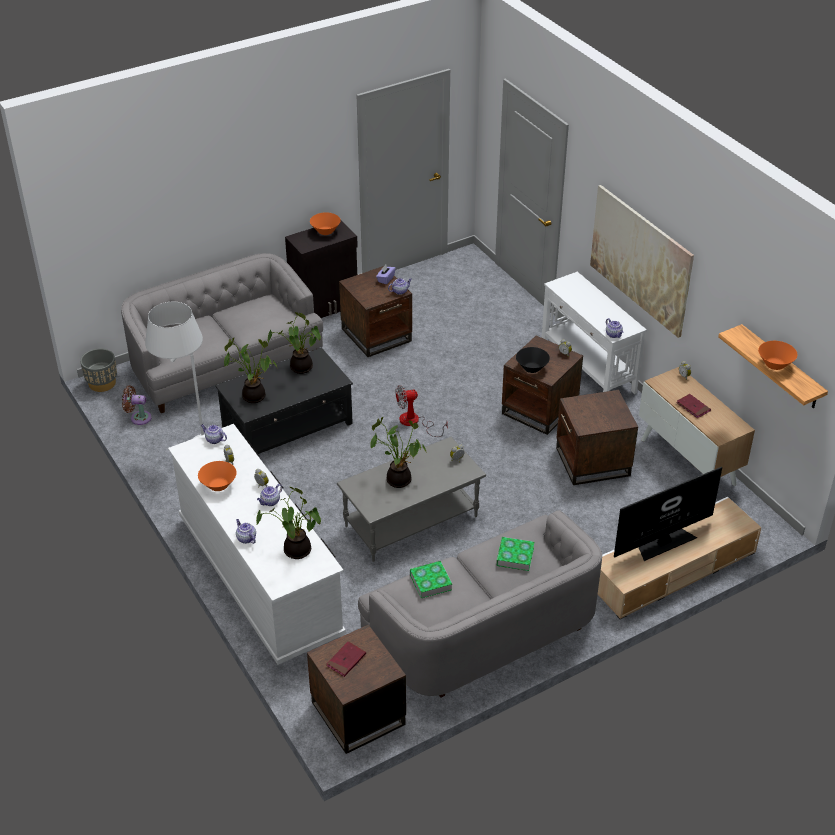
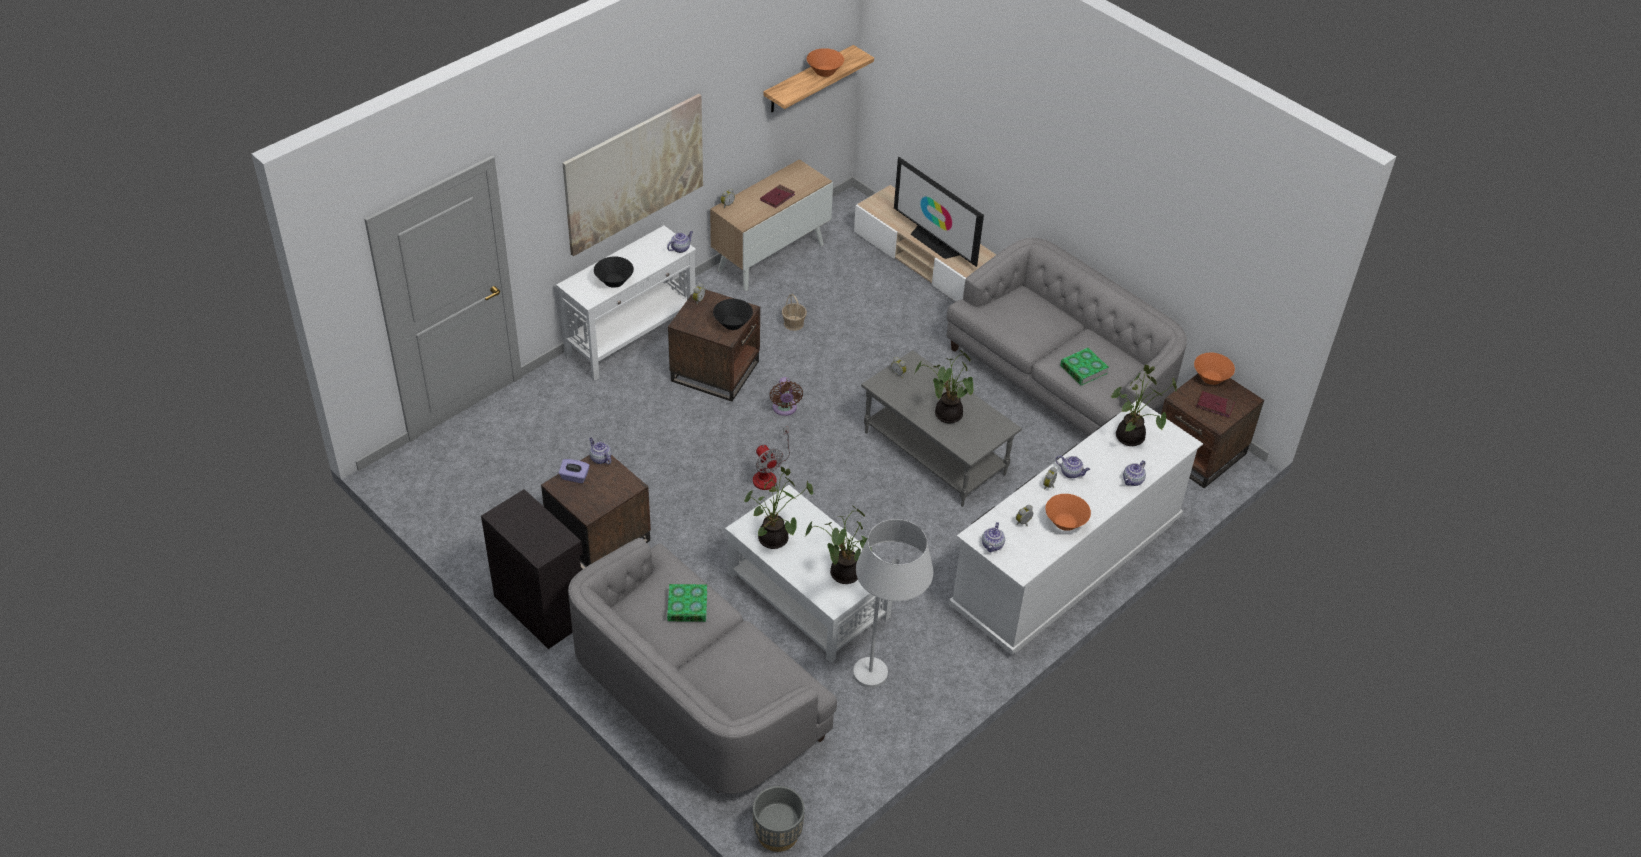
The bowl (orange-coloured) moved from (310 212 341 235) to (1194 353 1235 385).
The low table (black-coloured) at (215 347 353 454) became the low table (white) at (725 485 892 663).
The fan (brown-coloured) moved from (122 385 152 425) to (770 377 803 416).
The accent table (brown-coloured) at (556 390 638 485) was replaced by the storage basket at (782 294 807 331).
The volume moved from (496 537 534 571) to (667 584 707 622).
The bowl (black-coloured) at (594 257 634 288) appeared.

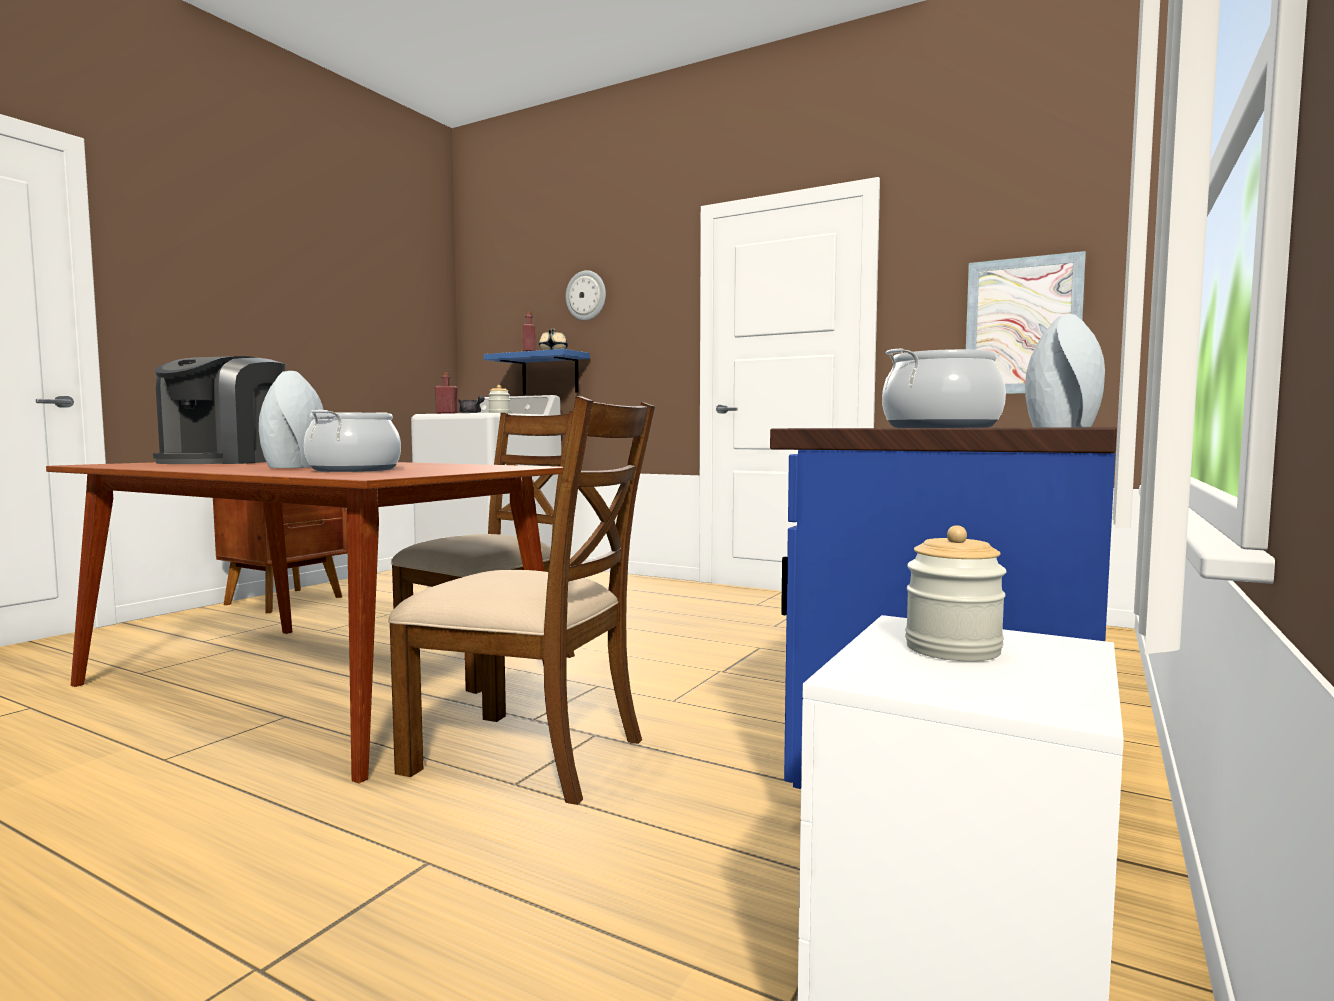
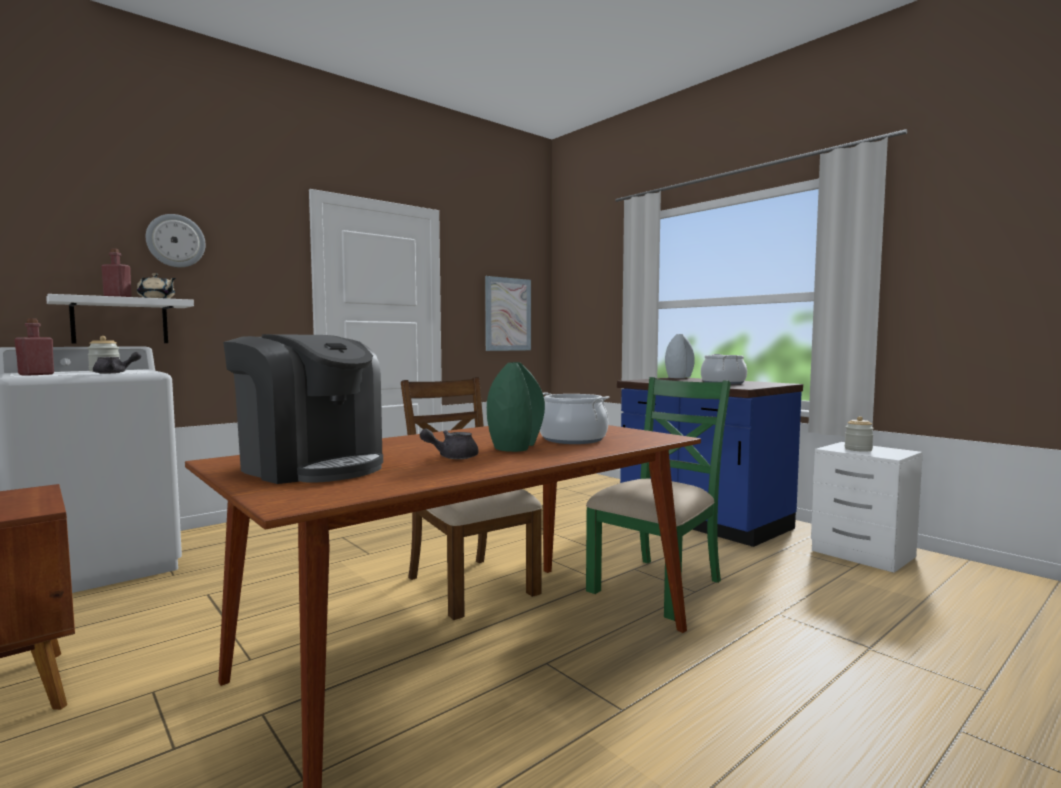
The bracket shelf (bluish) at (484 349 590 394) became the bracket shelf (white) at (46 294 194 343).
The flower vase (grey) at (259 371 323 468) became the flower vase (greenish) at (487 362 545 452).
The plain chair (brown-coloured) at (388 396 655 805) became the plain chair (greenish) at (586 377 731 621).
The tea pot (grey) at (420 429 478 459) appeared.

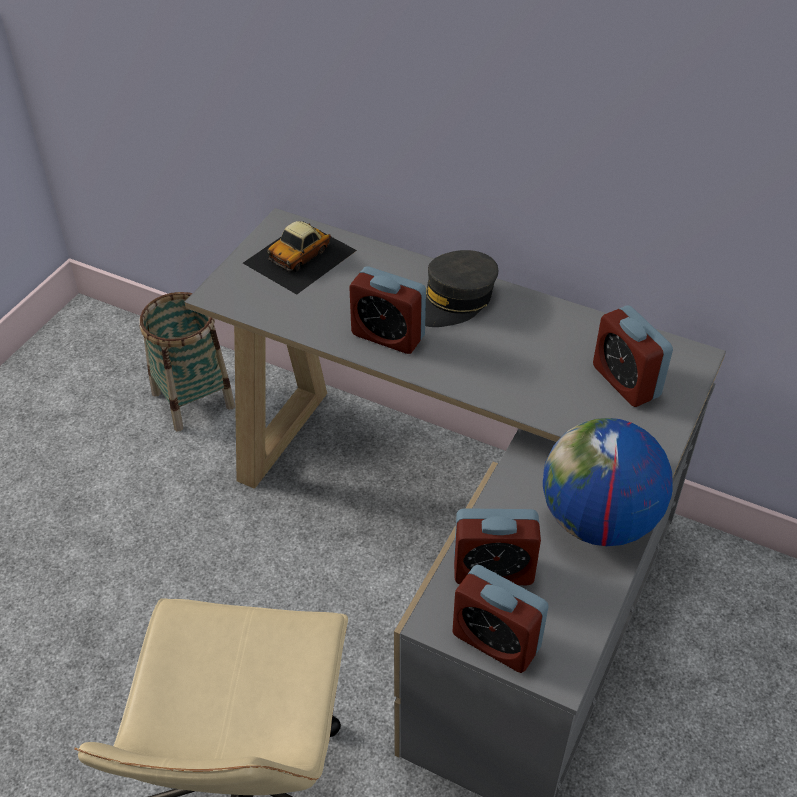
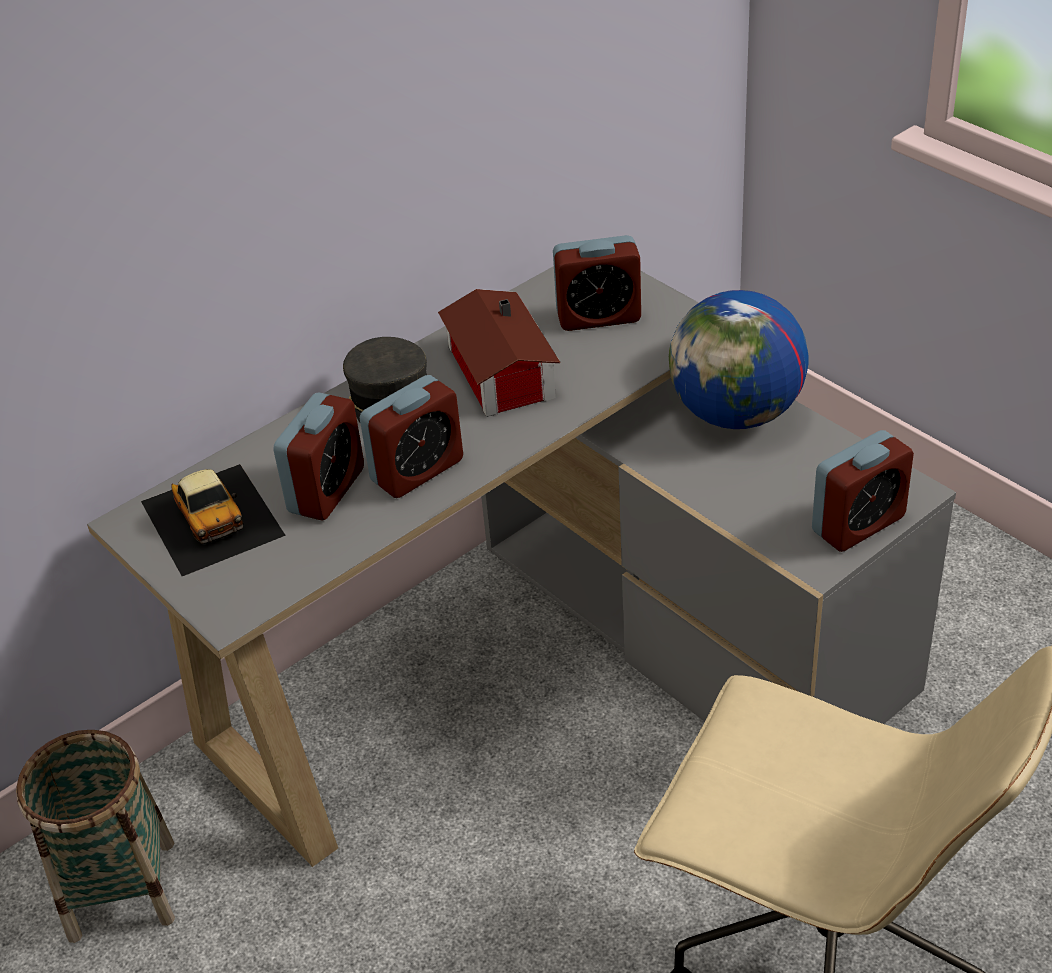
The table clock moved from (454 508 541 585) to (273 392 364 521).
The miniature house at (438 289 560 417) appeared.

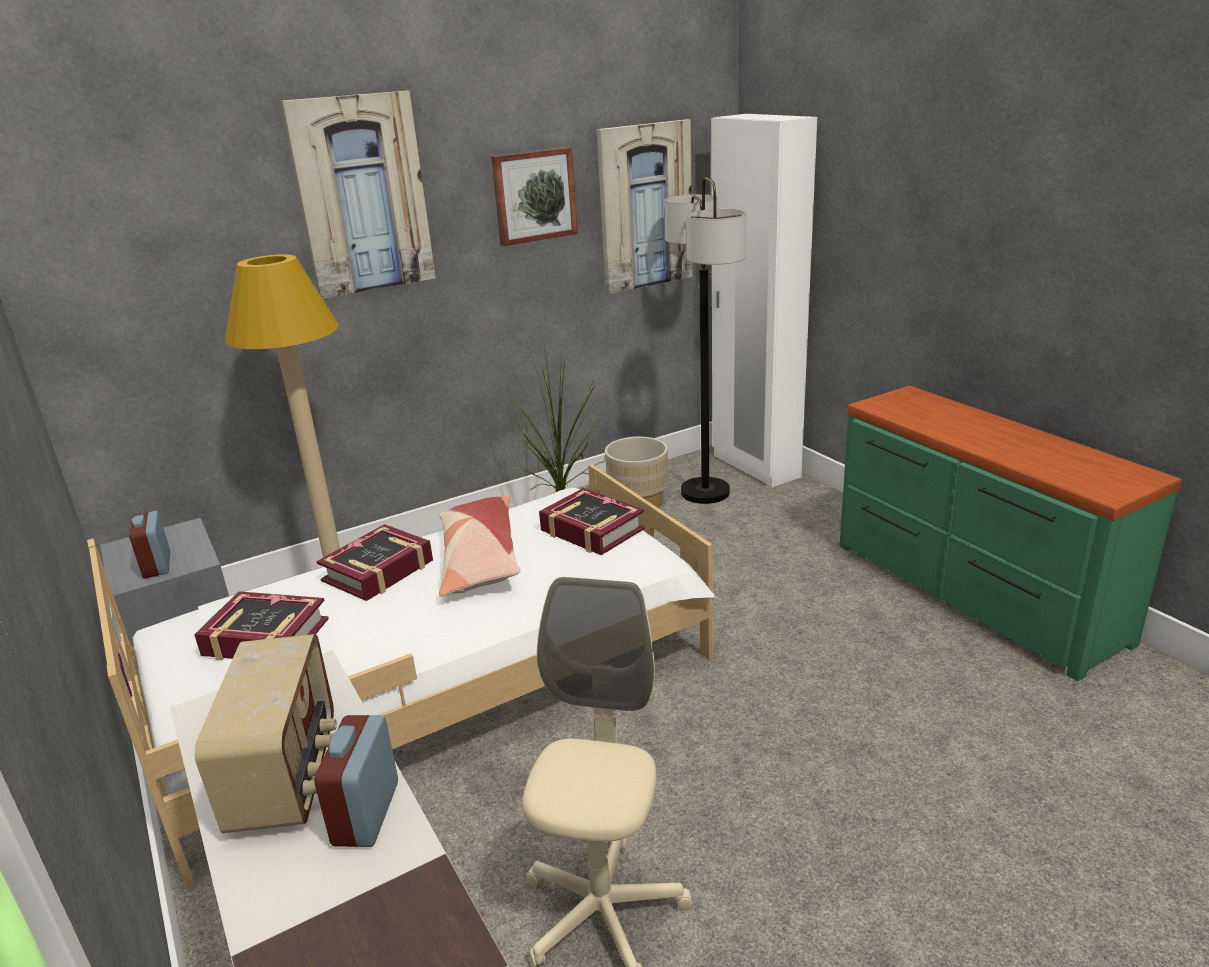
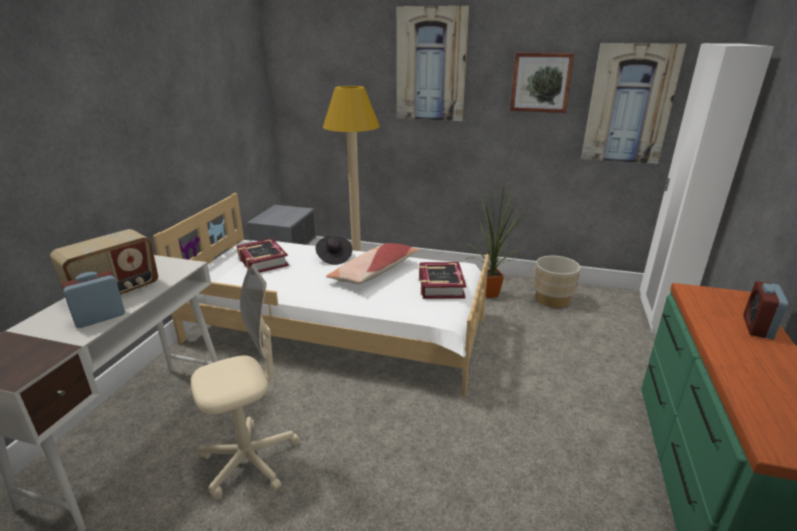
The floor lamp at (664 177 746 504) disappeared.
The table clock moved from (129 511 170 578) to (743 281 788 339).
The volume at (316 524 433 601) was replaced by the clothing hat (black-coloured) at (316 236 352 265).

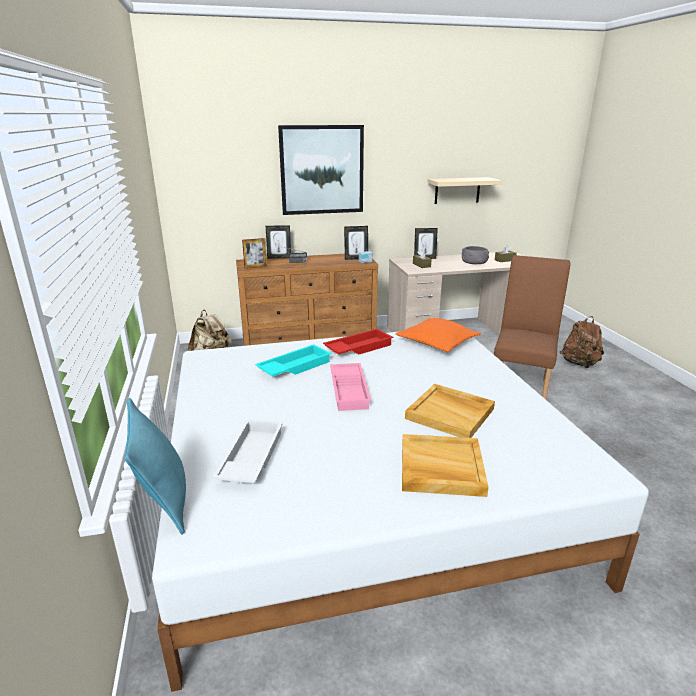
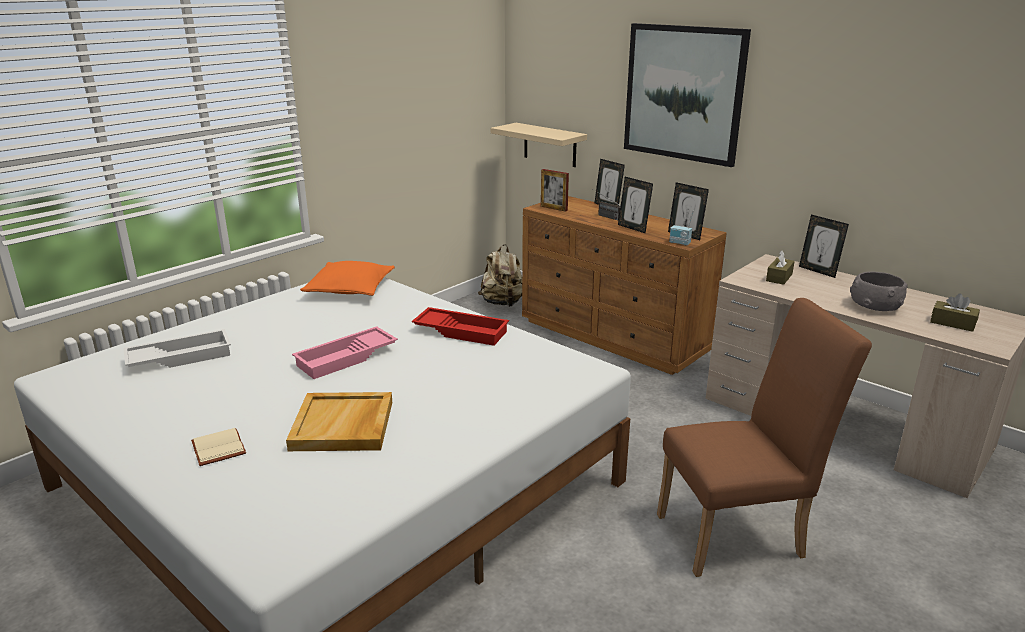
The bracket shelf (sand-coloured) moved from (427 177 502 204) to (491 123 587 167).
The knapsack (brown-coloured) at (560 316 604 368) disappeared.
The throw pillow (orange-coloured) moved from (395 318 481 352) to (300 261 395 296).
The serving tray (turquoise) at (255 344 332 376) disappeared.
The throw pillow (turquoise) at (125 398 186 534) disappeared.
The serving tray (sand-coloured) at (402 434 489 497) was replaced by the volume (sand-coloured) at (191 428 246 466).
The picture frame at (618 177 653 233) appeared.

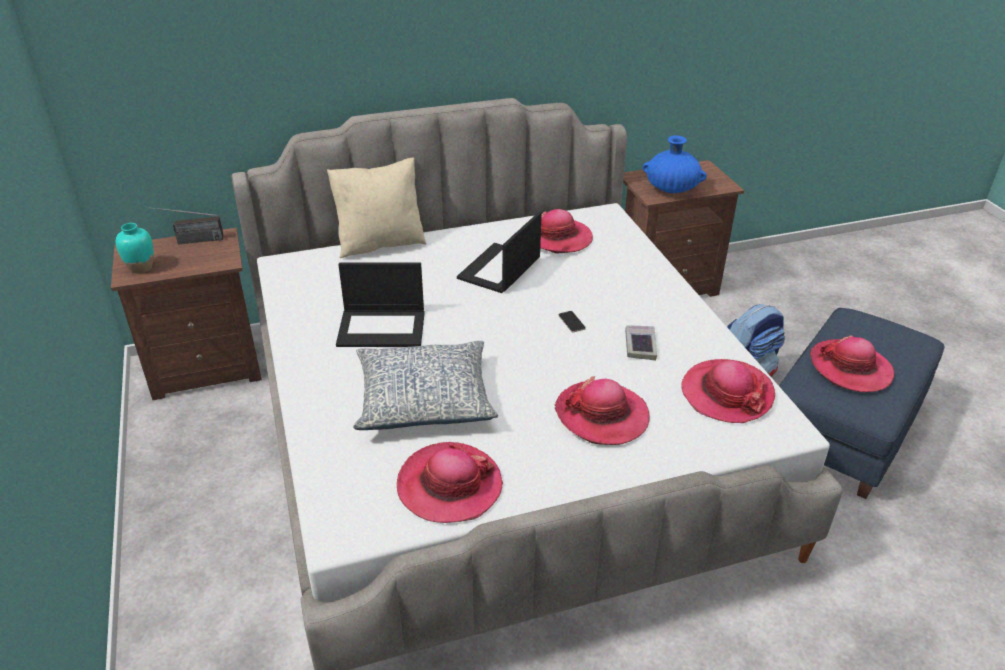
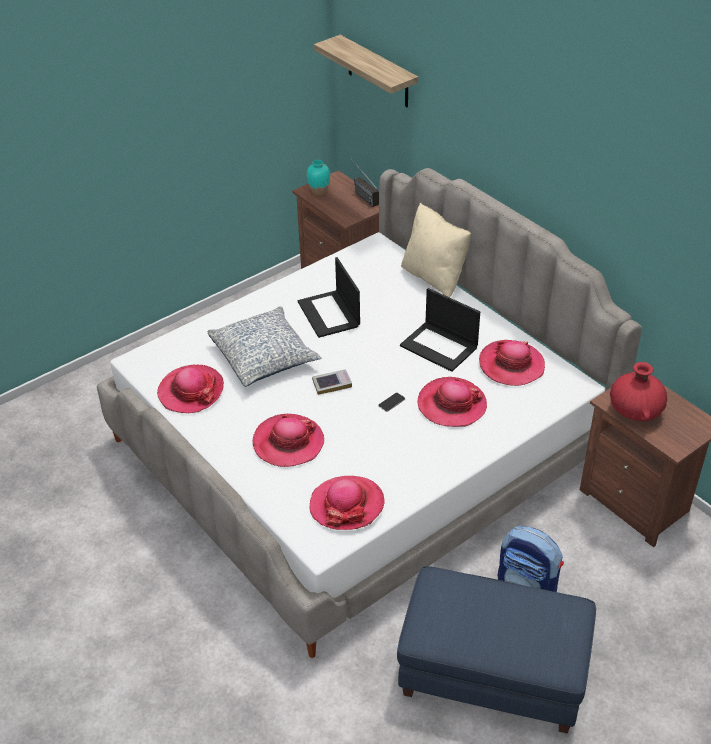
The flower vase (bluish) at (643 135 707 193) became the flower vase (red-coloured) at (610 362 667 421).
The laptop at (457 212 542 293) turned 150 degrees counterclockwise.
The volume moved from (625 325 657 361) to (312 369 352 395).
The clothing hat moved from (810 335 894 392) to (418 377 487 427).
The bracket shelf at (314 35 418 107) appeared.

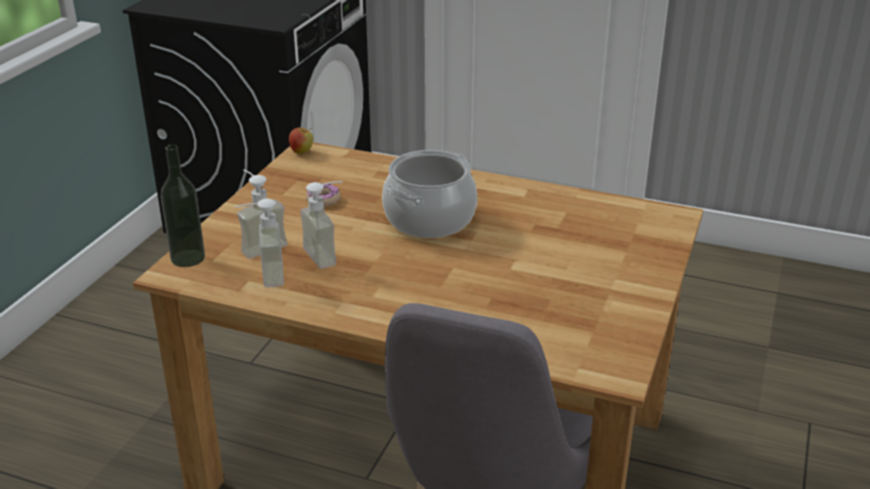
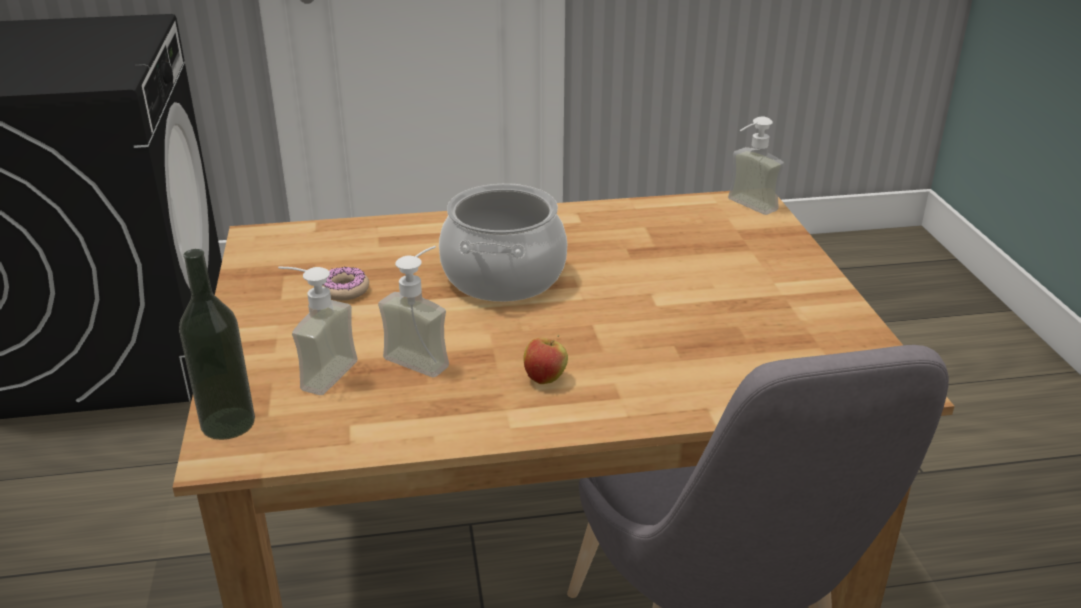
The whole apple moved from (289 127 313 154) to (524 335 568 384).
The soap bottle moved from (235 198 284 288) to (728 117 784 215).

